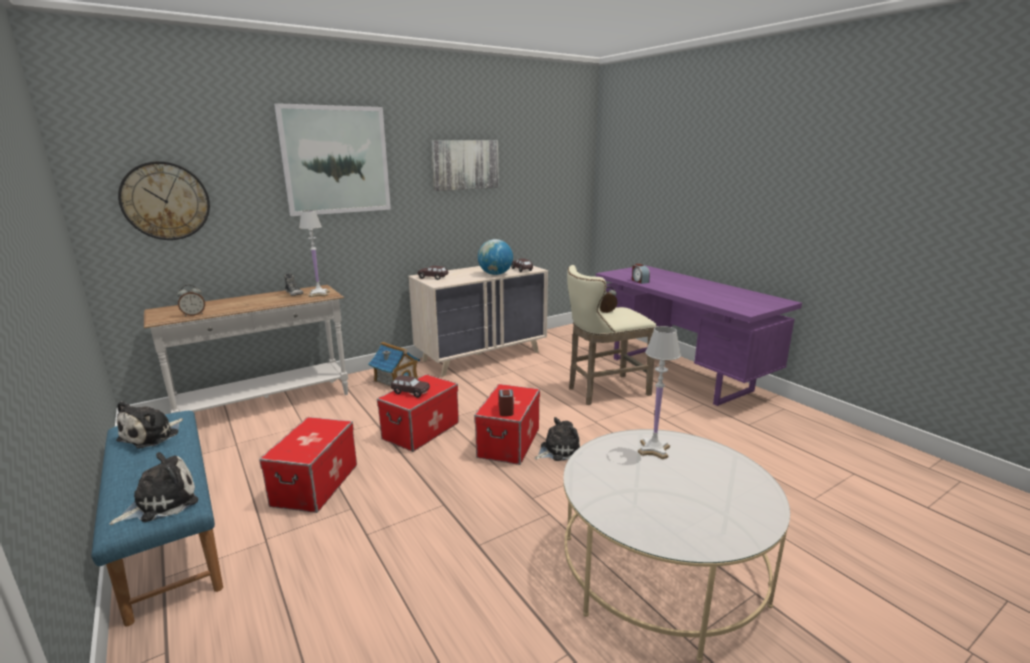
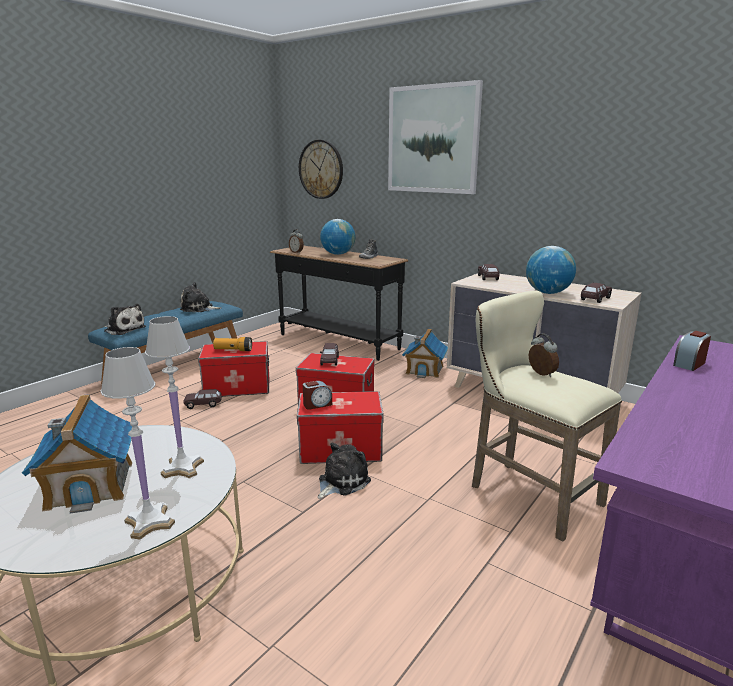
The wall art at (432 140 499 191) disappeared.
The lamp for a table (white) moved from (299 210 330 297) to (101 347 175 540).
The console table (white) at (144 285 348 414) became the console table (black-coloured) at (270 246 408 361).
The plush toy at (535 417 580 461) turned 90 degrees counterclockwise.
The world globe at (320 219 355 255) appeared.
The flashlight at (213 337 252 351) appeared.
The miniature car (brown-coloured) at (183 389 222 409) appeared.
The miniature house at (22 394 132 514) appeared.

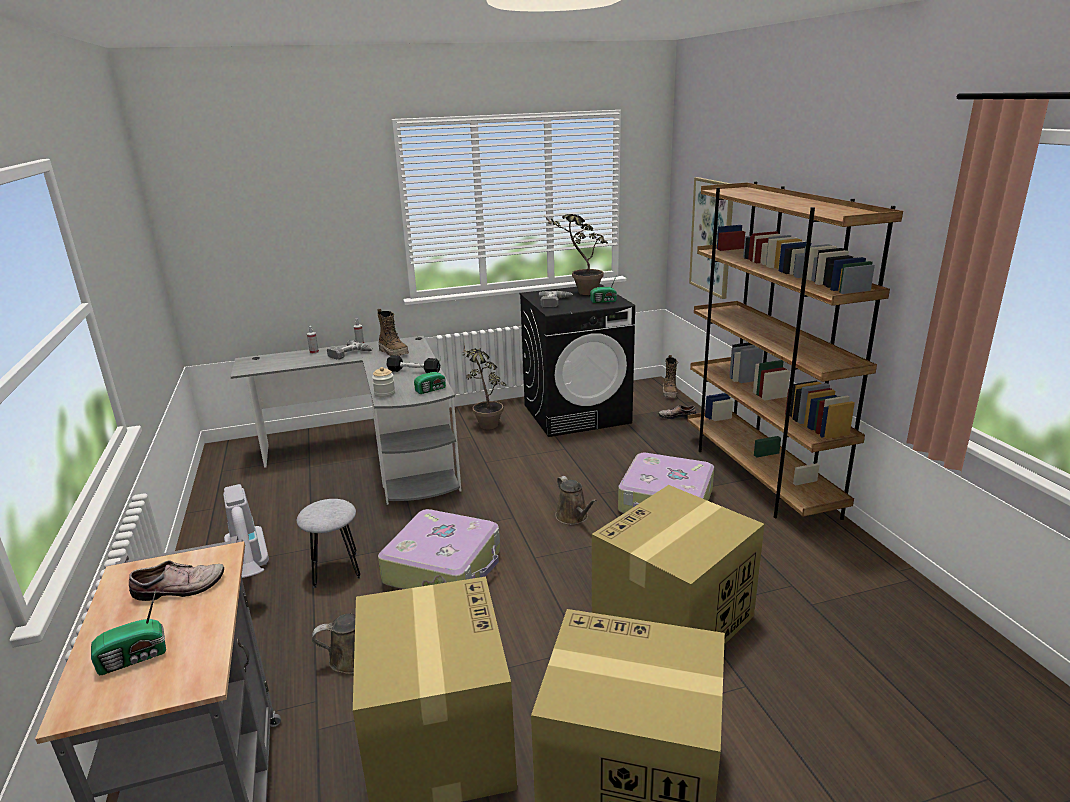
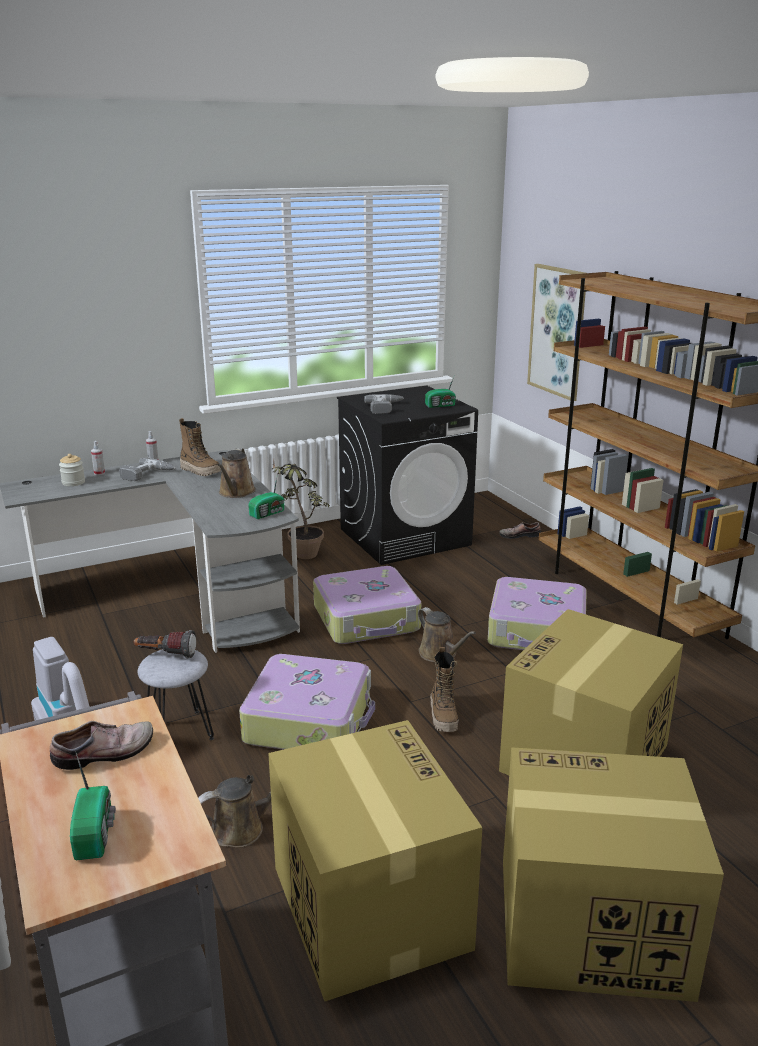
The houseplant at (546 214 608 295) disappeared.
The free weight (black-coloured) at (386 355 440 373) was replaced by the watering pot (brown-coloured) at (218 448 256 498).
The boot moved from (663 355 678 398) to (430 647 459 732).
The storage jar moved from (372 367 395 397) to (59 454 85 486).
The radio at (91 590 166 675) turned 60 degrees counterclockwise.
The suitcase at (313 566 421 644) appeared.
The flashlight at (134 630 196 658) appeared.

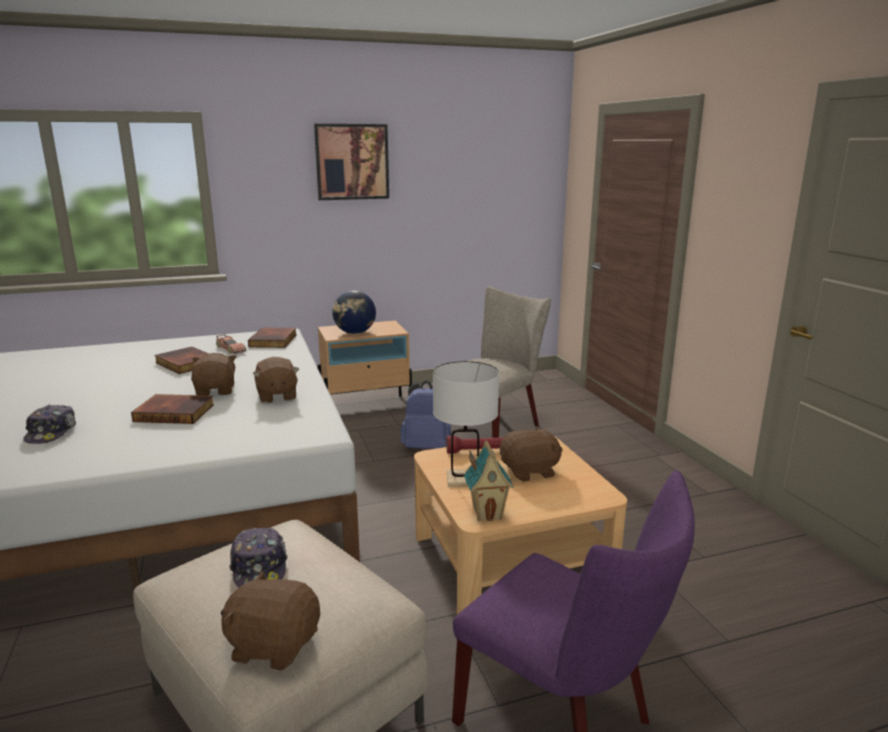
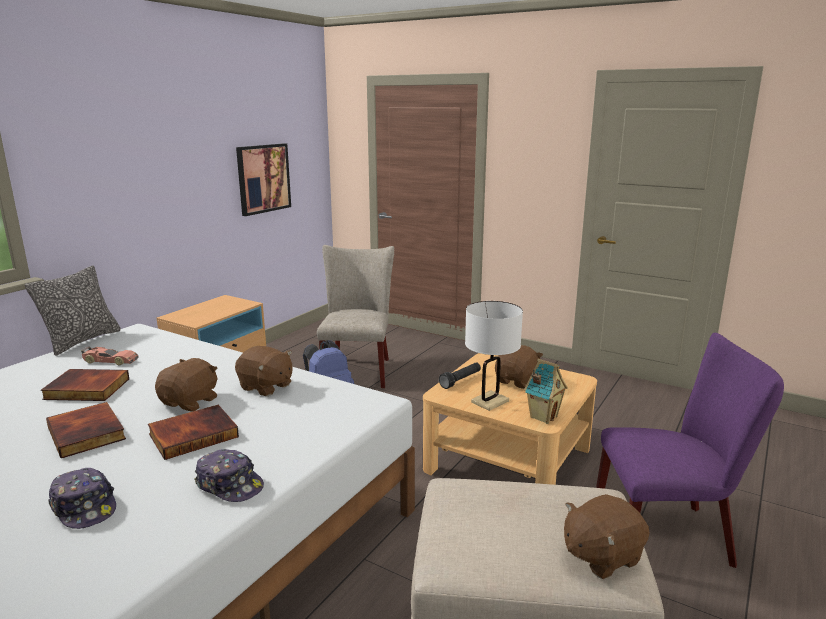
The wall art moved from (314 124 389 200) to (236 143 291 216).
The world globe at (332 291 376 334) disappeared.
The volume moved from (248 328 297 348) to (46 402 126 459).
The plush toy (brown-coloured) at (191 353 236 396) turned 75 degrees clockwise.
The flashlight (red-coloured) at (446 436 504 454) became the flashlight (black-coloured) at (439 362 481 389).
The peaked cap moved from (229 528 288 587) to (195 449 264 502).
The throw pillow at (25 266 121 356) appeared.

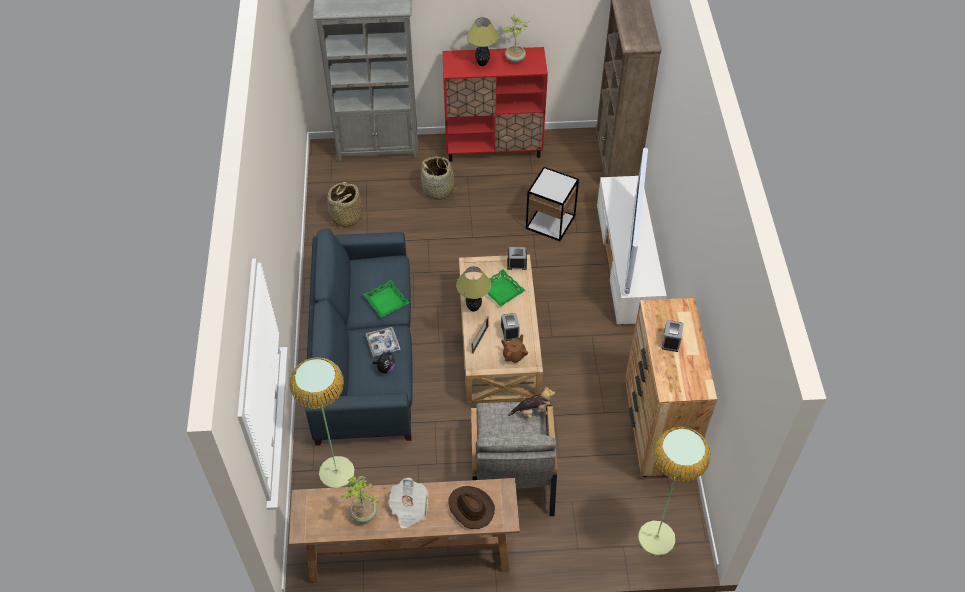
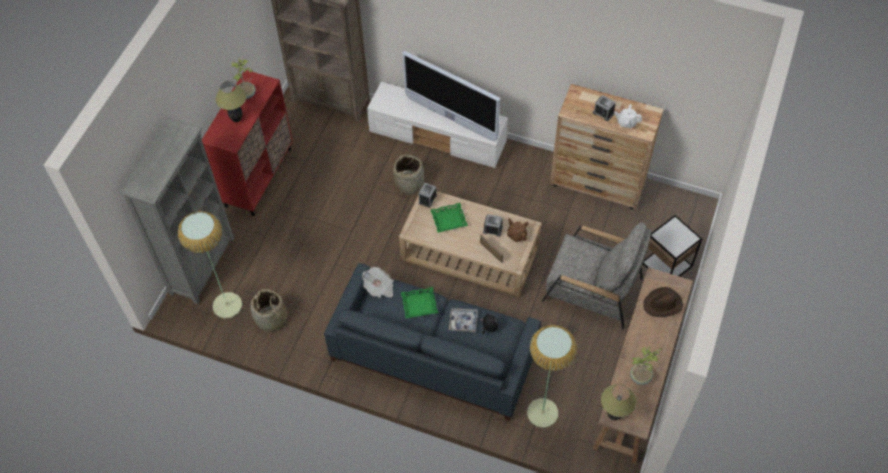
The storage basket moved from (418 157 457 200) to (393 154 424 194).
The accent table moved from (526 167 579 241) to (643 215 702 277).
The lamp for a table moved from (456 266 491 312) to (601 384 636 420).
The plush toy at (508 386 555 419) disappeared.
The floor lamp moved from (638 427 711 556) to (178 211 242 319).
The daily paper moved from (388 478 429 529) to (362 267 394 298).
The tea pot (white) at (614 104 642 128) appeared.

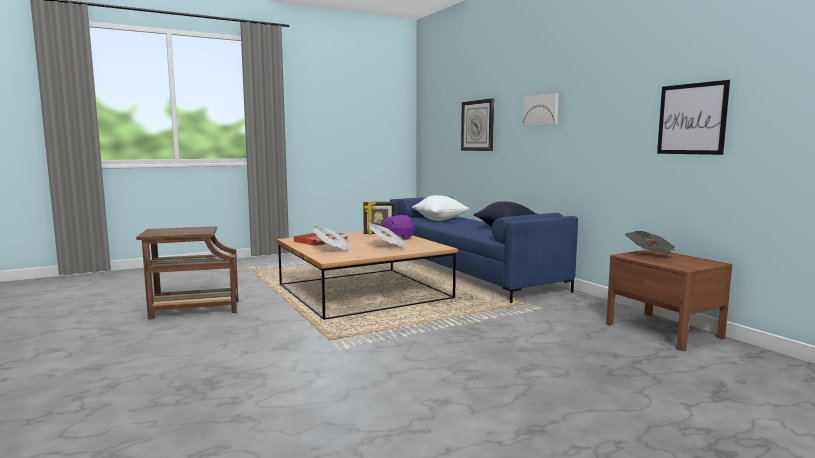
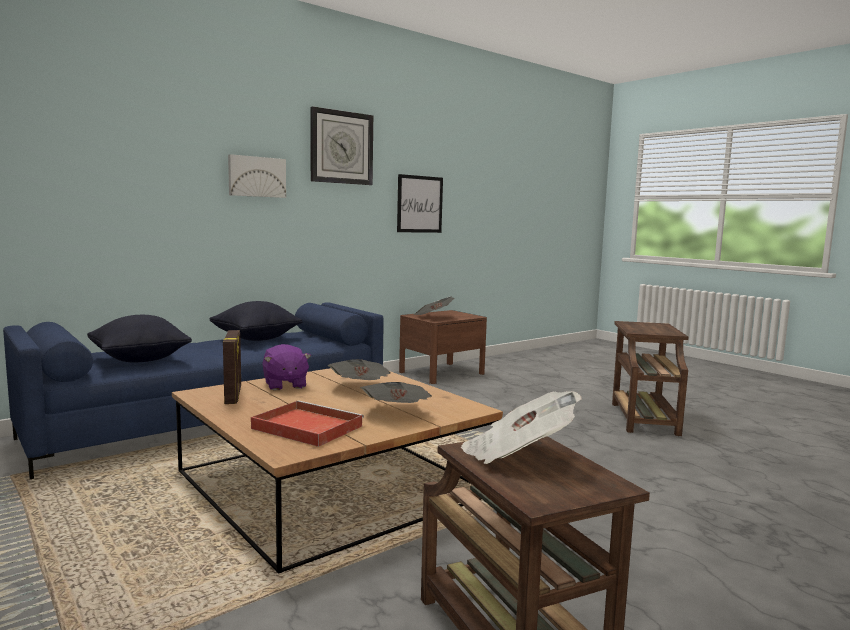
The wall clock moved from (461 98 494 151) to (310 106 373 185).
The throw pillow (white) at (412 195 469 221) became the throw pillow (black-coloured) at (87 315 192 362).
The accent table (brown-coloured) at (612 321 688 436) appeared.
The daily paper at (461 391 582 464) appeared.

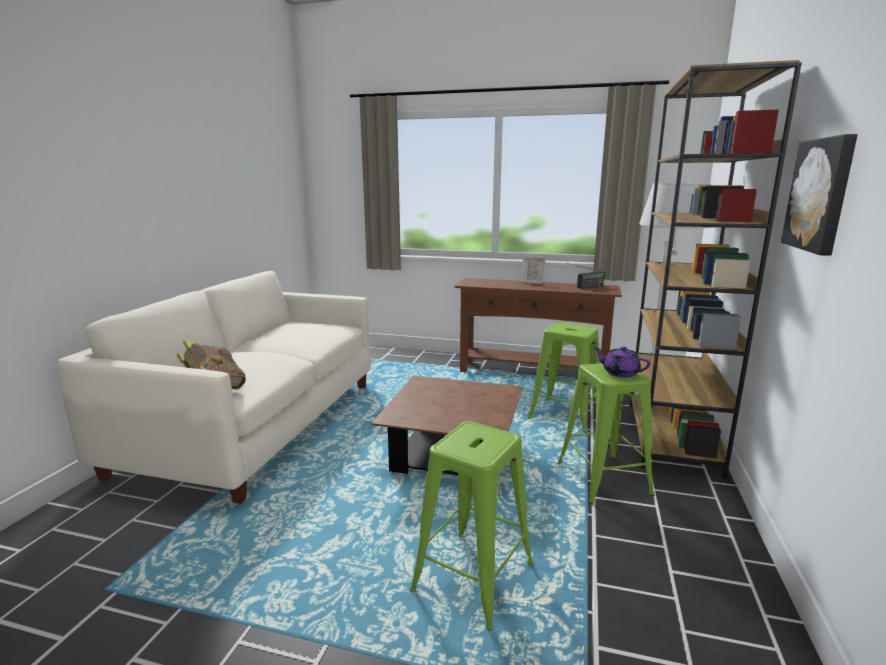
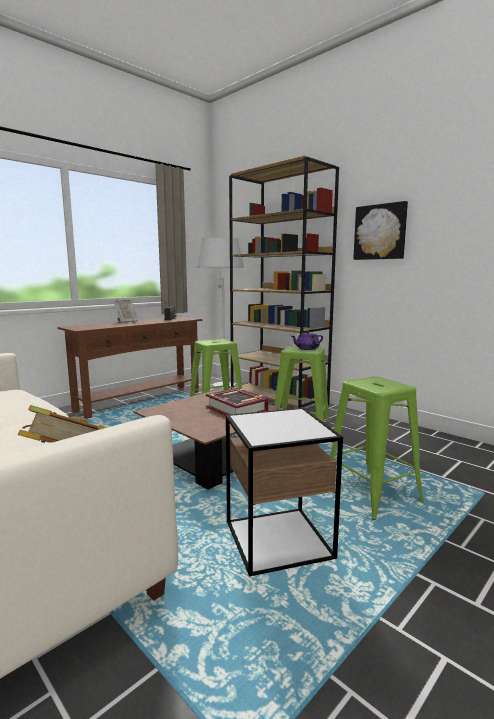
The volume at (206 388 269 416) appeared.
The accent table at (226 408 343 576) appeared.

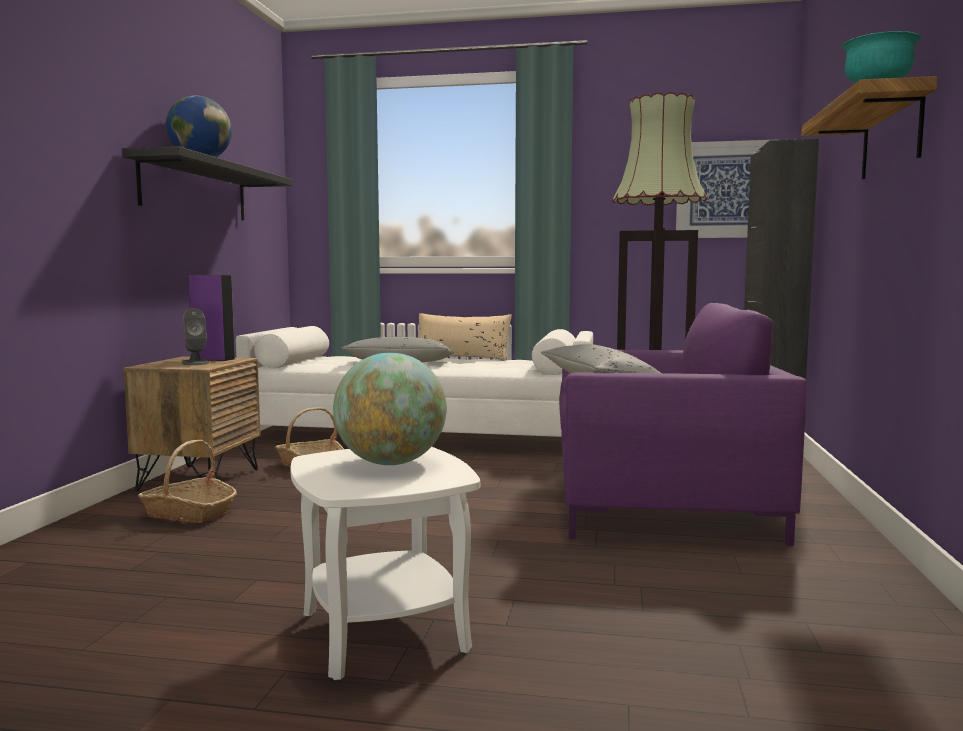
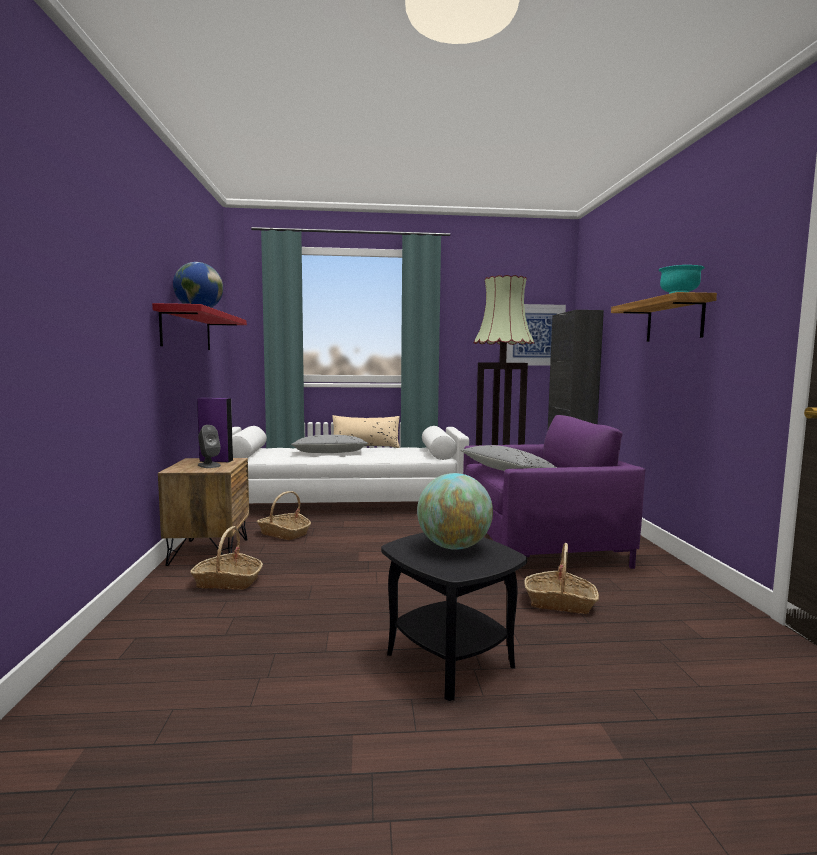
The bracket shelf (black-coloured) at (122 146 292 220) became the bracket shelf (red-coloured) at (152 303 247 350).
The accent table (white) at (290 447 480 680) became the accent table (black-coloured) at (381 533 527 701).
The storage basket at (524 543 599 614) appeared.

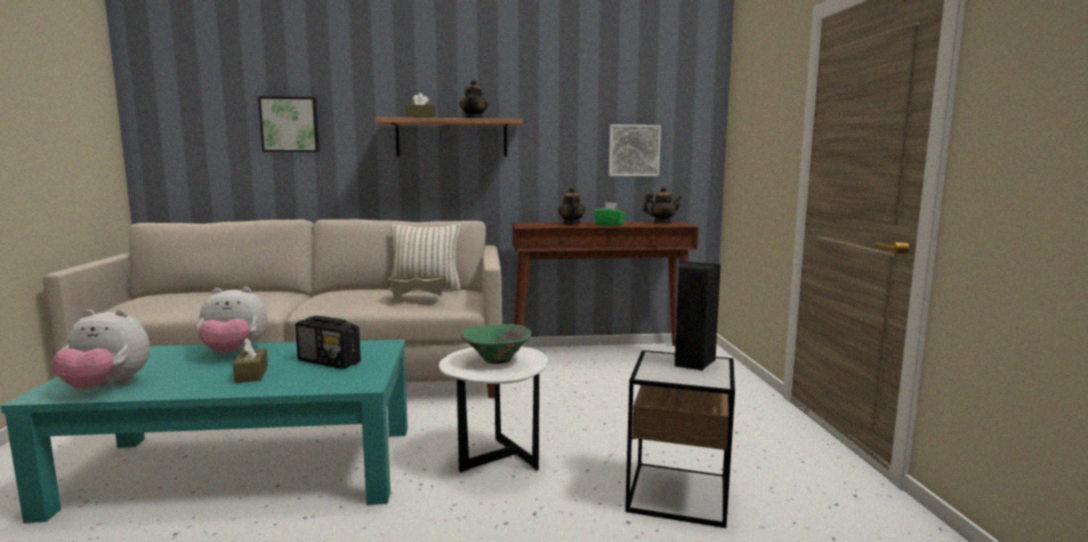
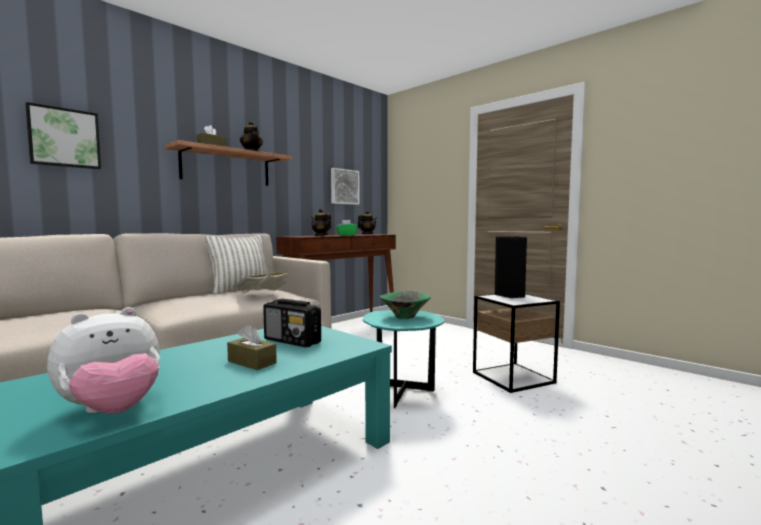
The plush toy at (197 287 267 354) disappeared.
The radio at (295 316 361 369) turned 45 degrees clockwise.
The accent table (white) at (439 347 548 473) became the accent table (turquoise) at (363 310 445 408).

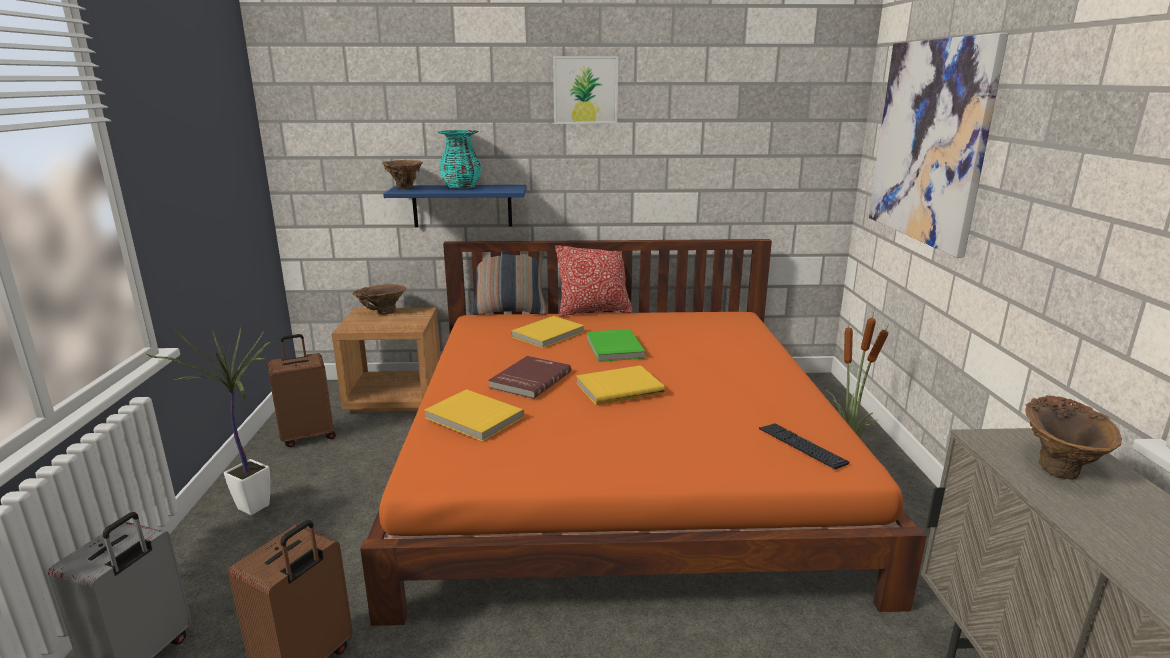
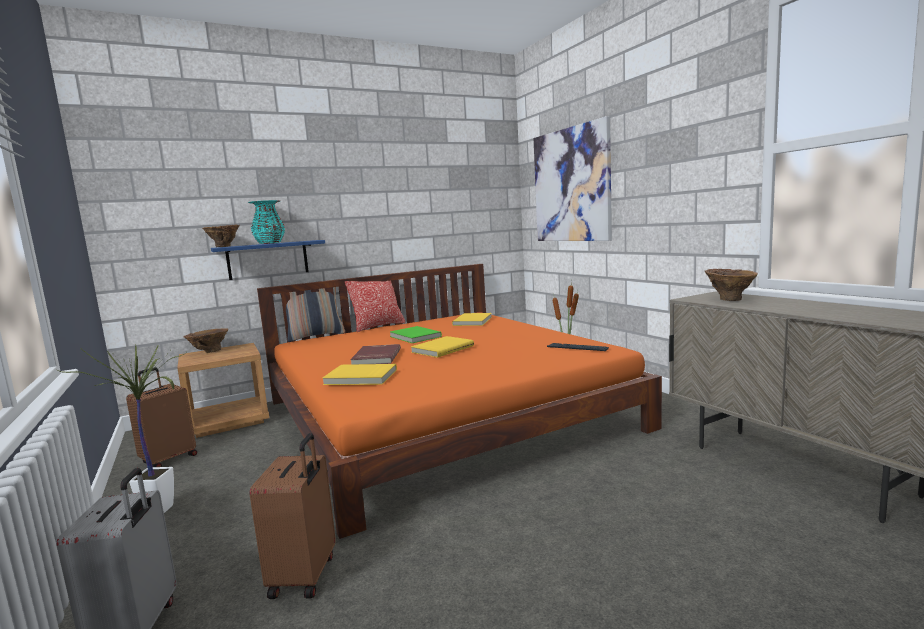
The wall art at (553 56 618 124) disappeared.
The volume (yellow) moved from (511 316 584 348) to (452 313 492 326).

